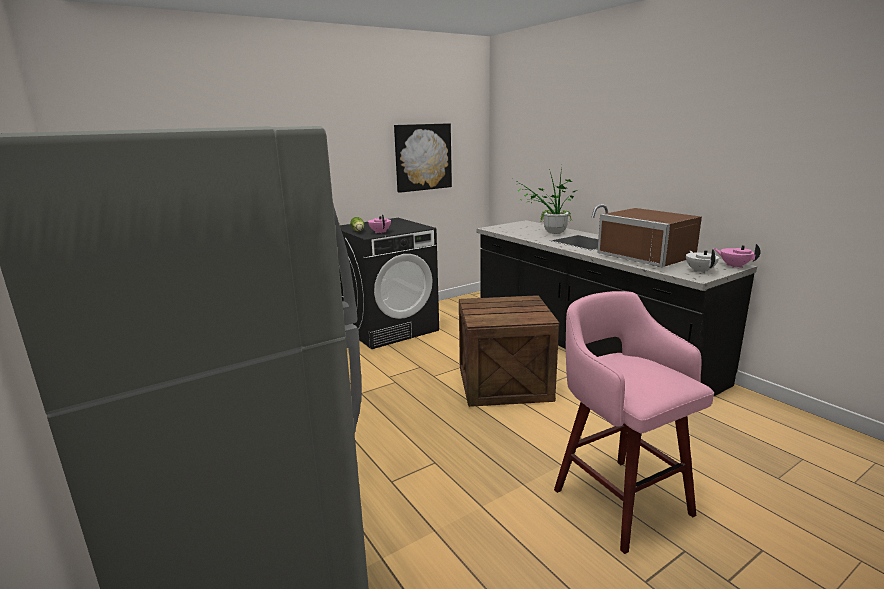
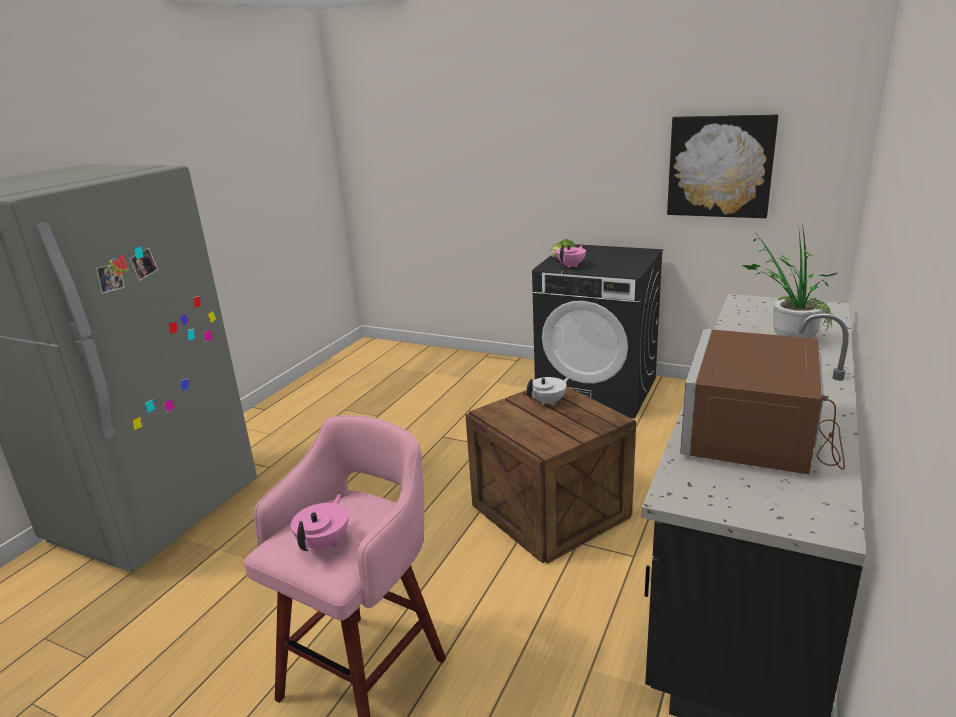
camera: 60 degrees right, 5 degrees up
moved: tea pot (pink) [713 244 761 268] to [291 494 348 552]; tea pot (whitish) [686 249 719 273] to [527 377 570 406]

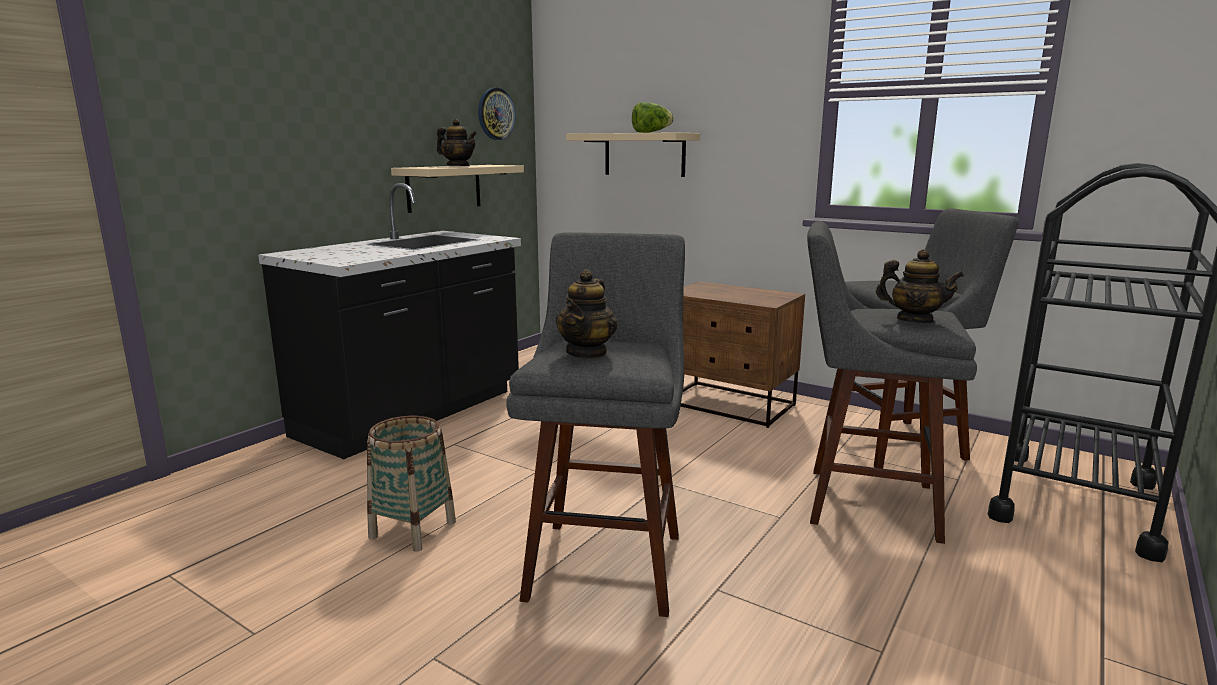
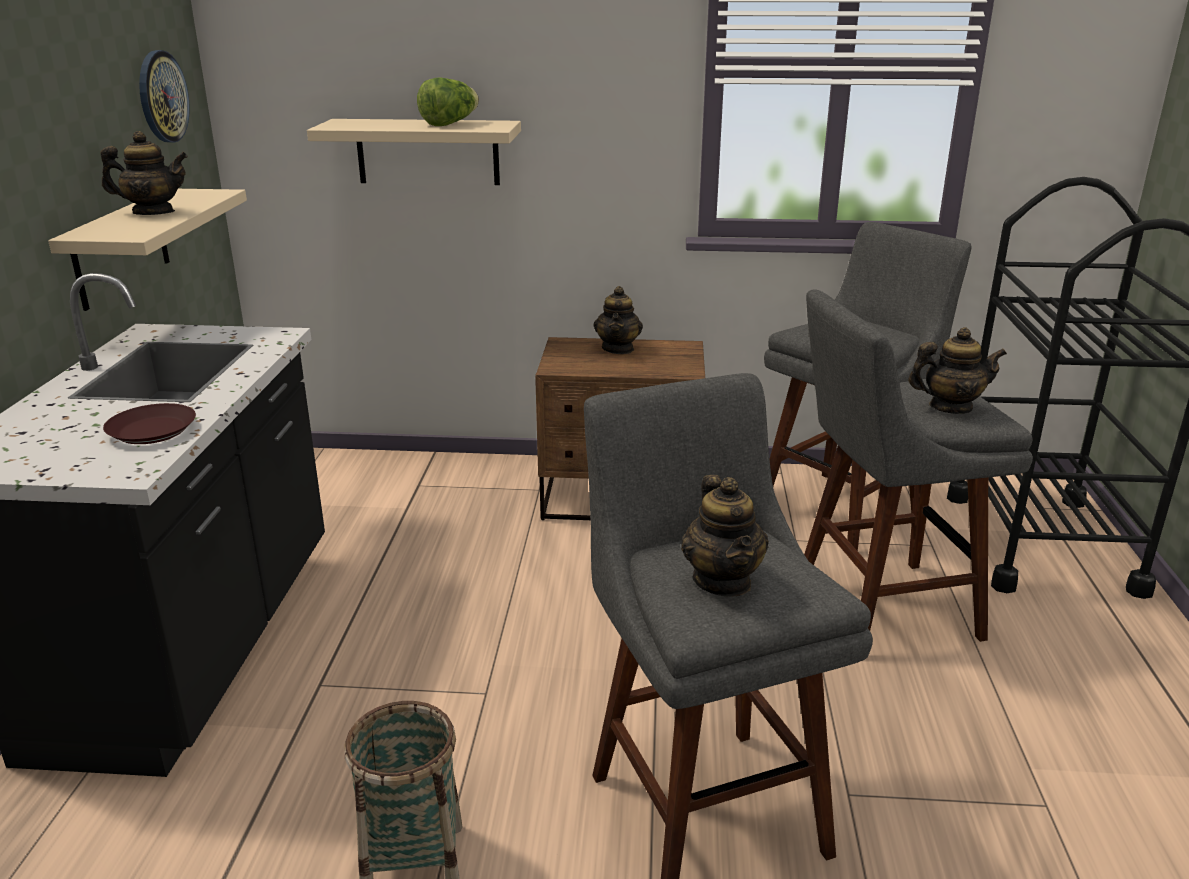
camera: 30 degrees left, 10 degrees up
added: tea pot [594 286 643 354]; dinner plate (brownish) [103 403 196 444]

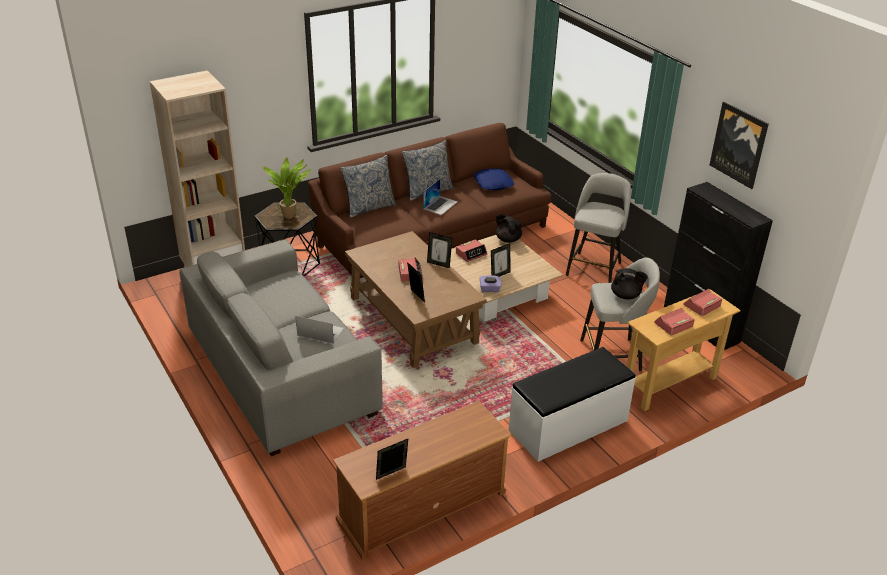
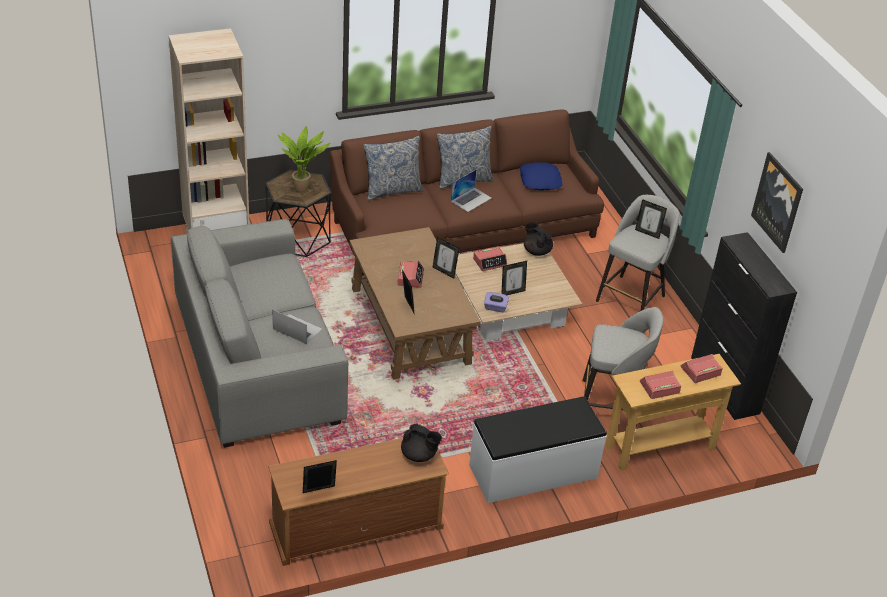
camera: 10 degrees right, 5 degrees up
added: standing frame [635 199 667 239]
moved: tea pot (black-coloured) [611 268 648 299] to [401 424 442 462]

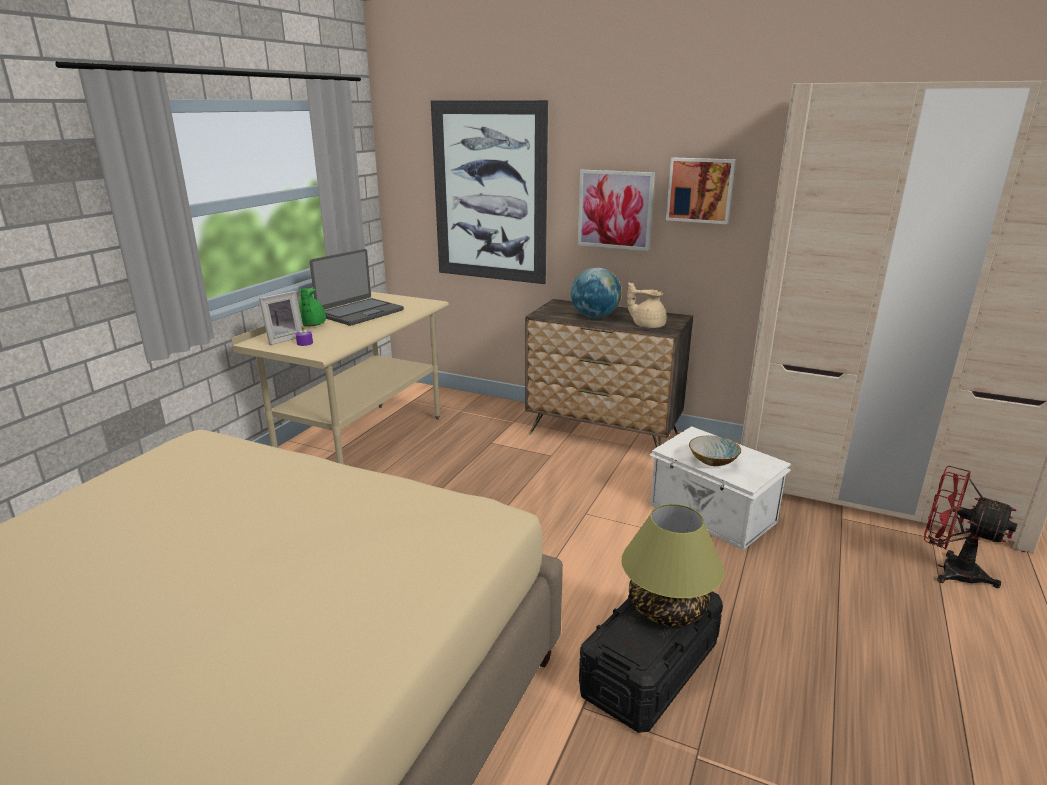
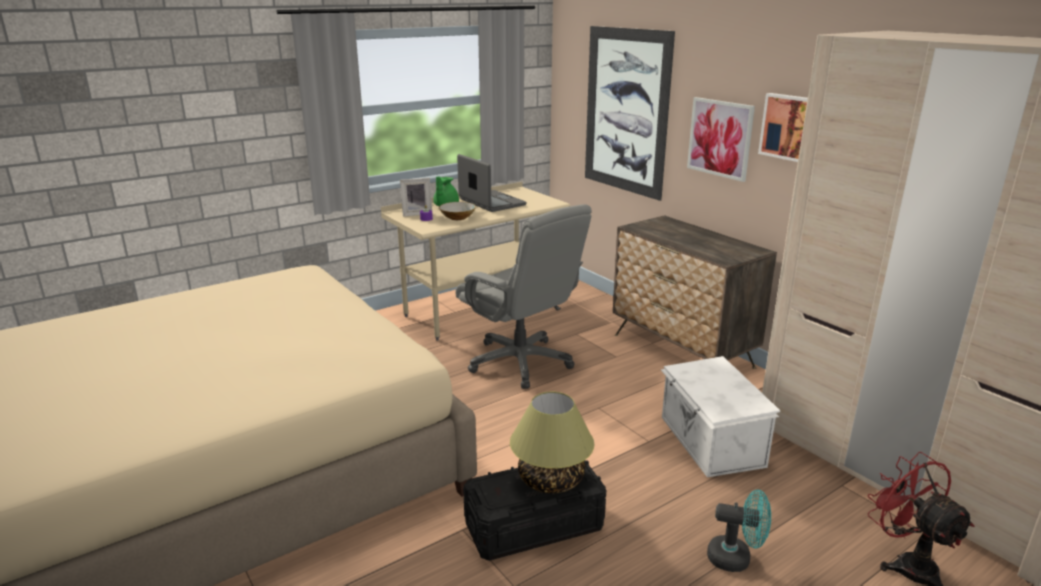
camera: 30 degrees right, 0 degrees up
removed: world globe [571 267 621 318]; tea pot (beige) [627 282 667 328]
added: desk chair (gray) [455 204 592 389]; electric fan (turquoise-coloured) [707 490 771 572]
moved: bowl [689 436 741 466] to [439 202 476 220]
turned: notebook computer [309 249 404 326] = [457 154 526 212] 105 degrees counterclockwise

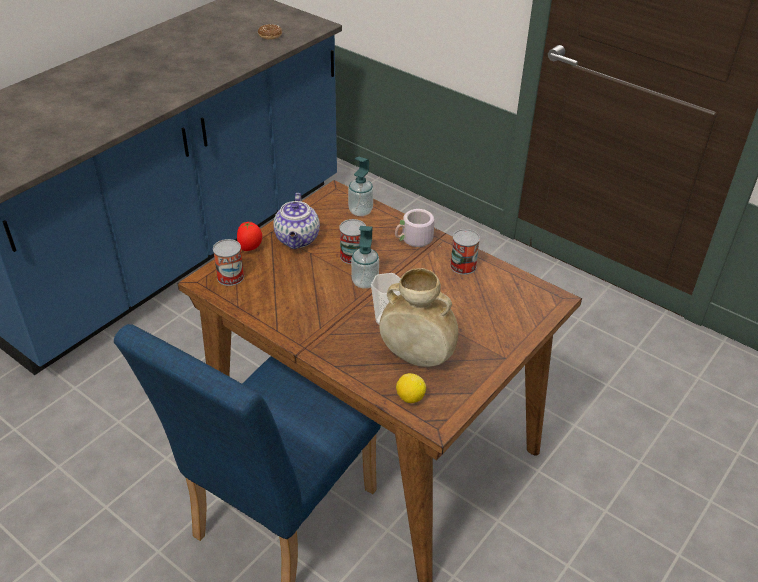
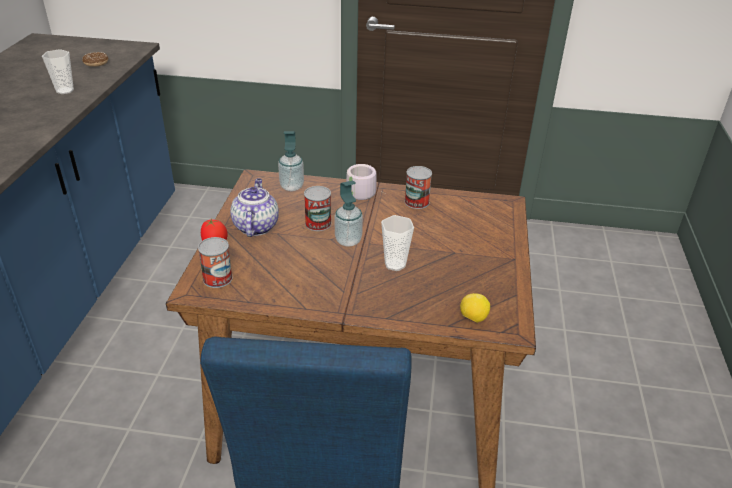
camera: 30 degrees left, 5 degrees down
removed: vase (beige) [379 268 458 367]
added: small cup [42 49 74 94]
turned: tea pot [273 193 320 249] = [230 178 279 237] 150 degrees counterclockwise

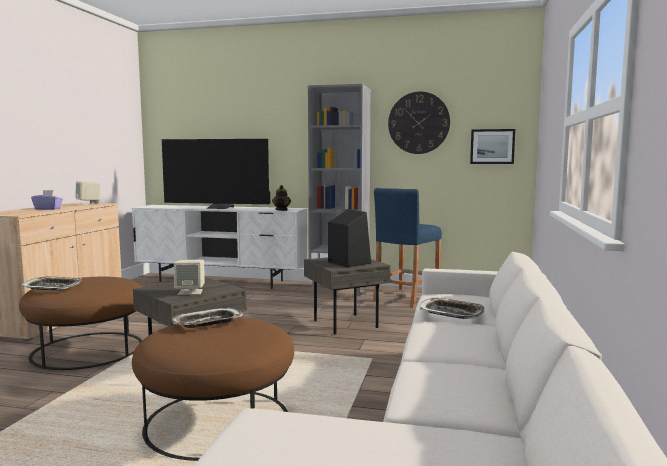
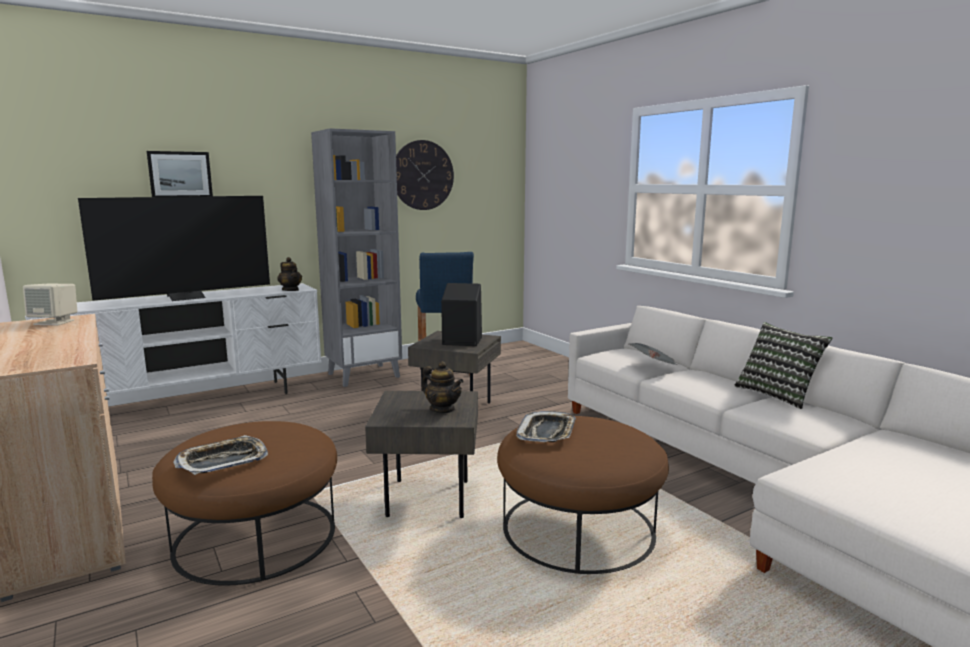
camera: 45 degrees left, 5 degrees up
removed: tissue holder (purple) [31 190 63 210]
added: cushion [734 322 833 409]
moved: wall picture [470 129 515 164] to [147 151 213 197]
replaced: loudspeaker (beige) [174 260 205 295] to tea pot [422 361 464 413]; serving tray [420 298 485 319] to daily paper [629 343 678 365]

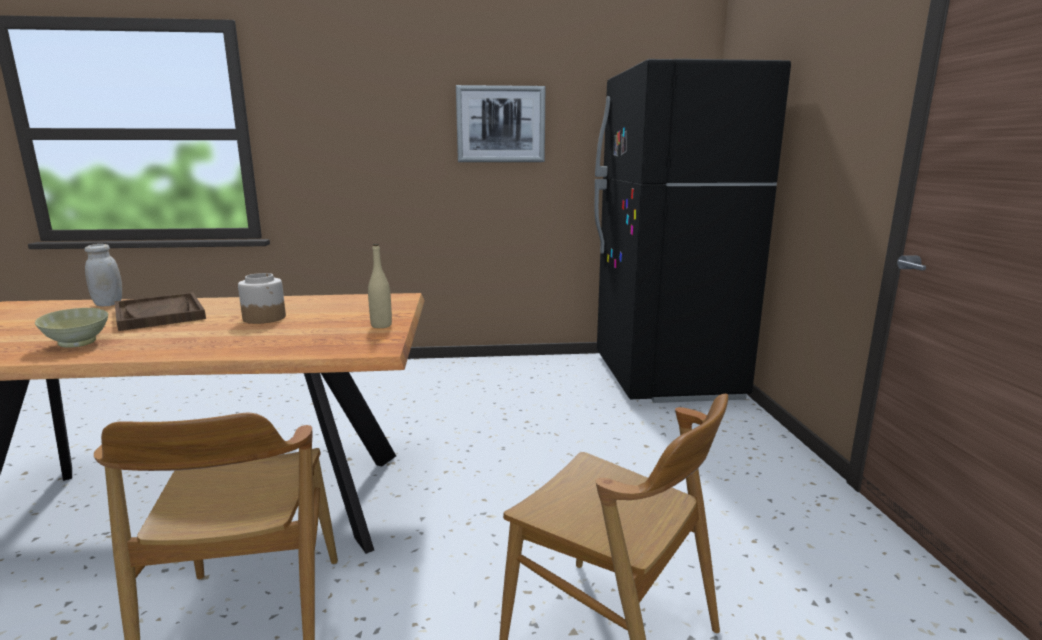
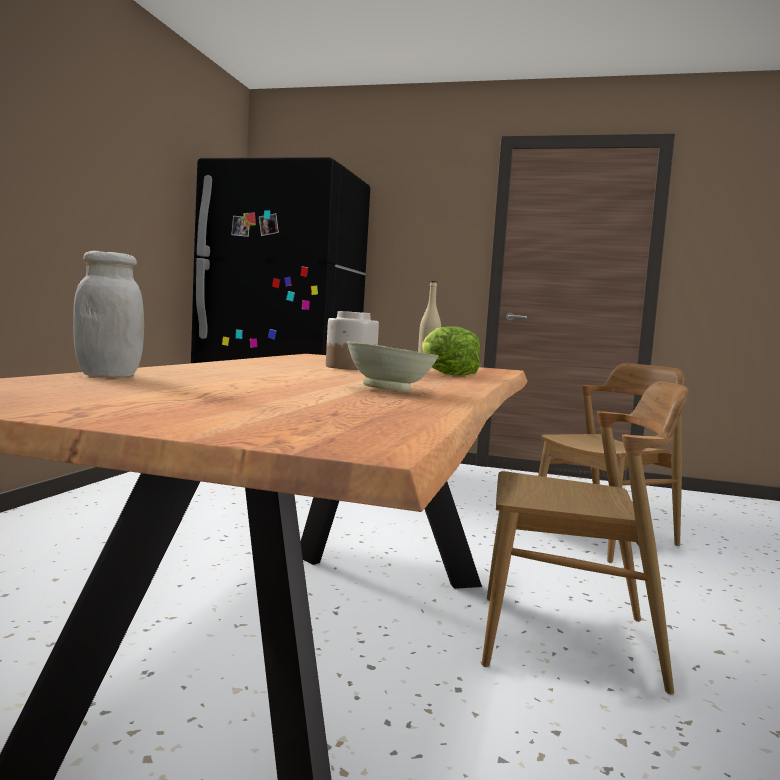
camera: 70 degrees left, 10 degrees down
removed: wall picture [456 85 545 162]; serving tray (brownish) [115 292 206 331]
added: head of lettuce [422 327 481 376]

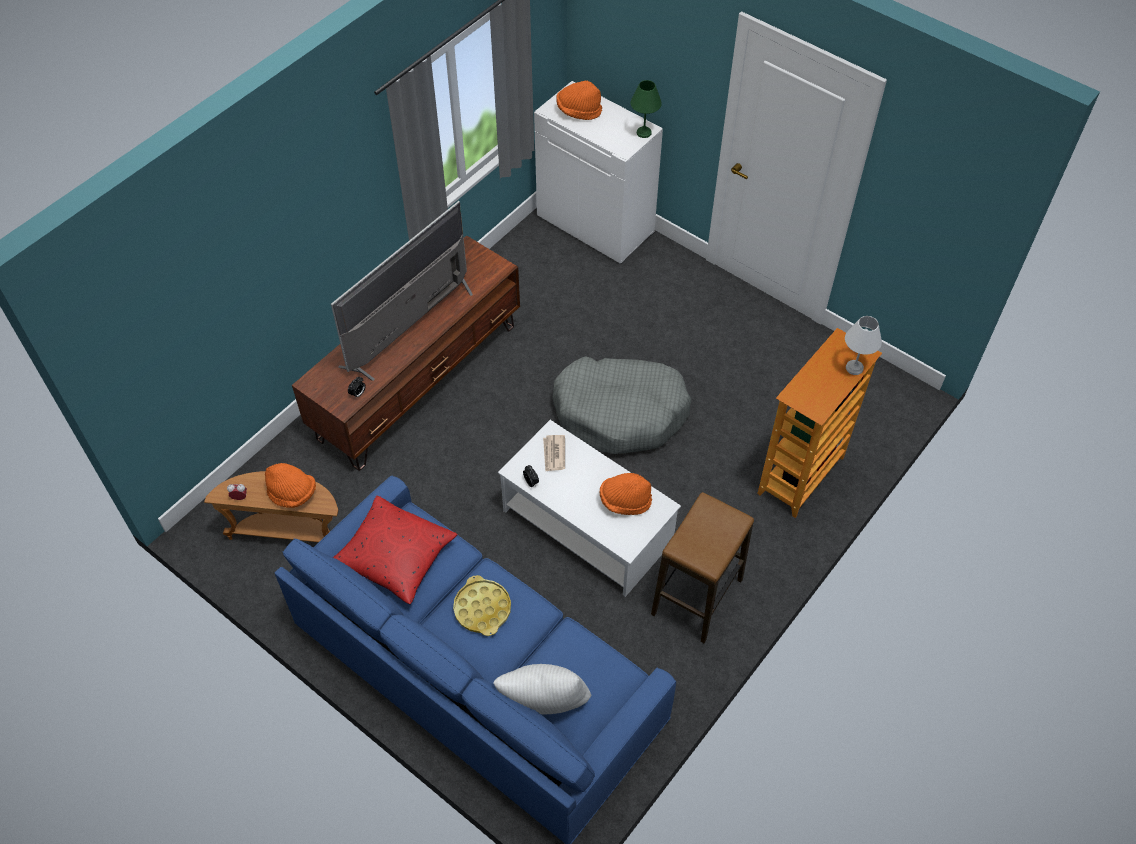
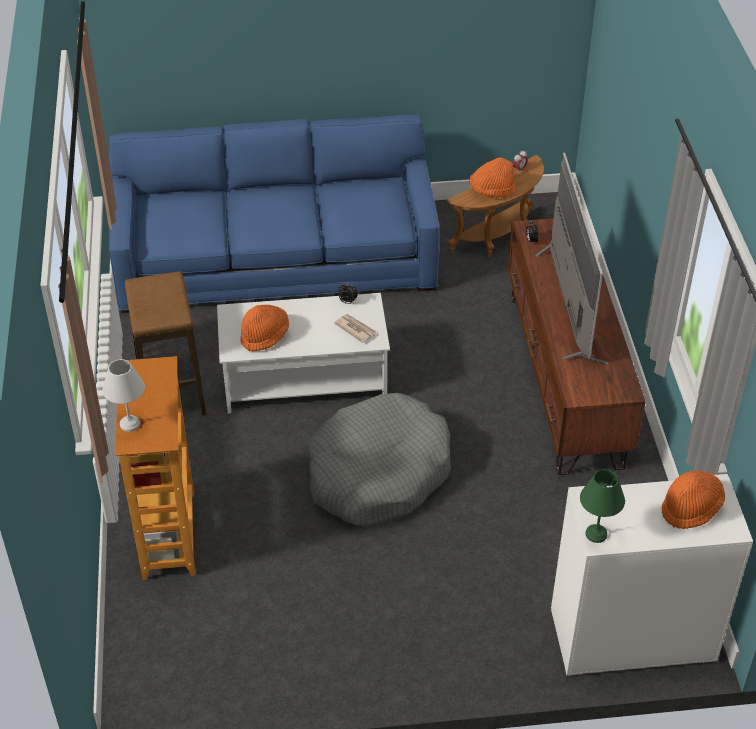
camera: 135 degrees right, 10 degrees down
removed: cushion (reddish) [333 496 458 604]; serving tray (yellow) [453 575 511 636]; cushion (whitish) [493 664 591 714]

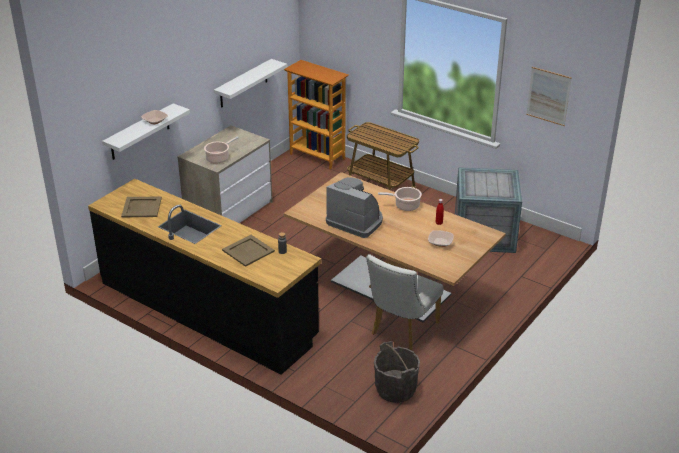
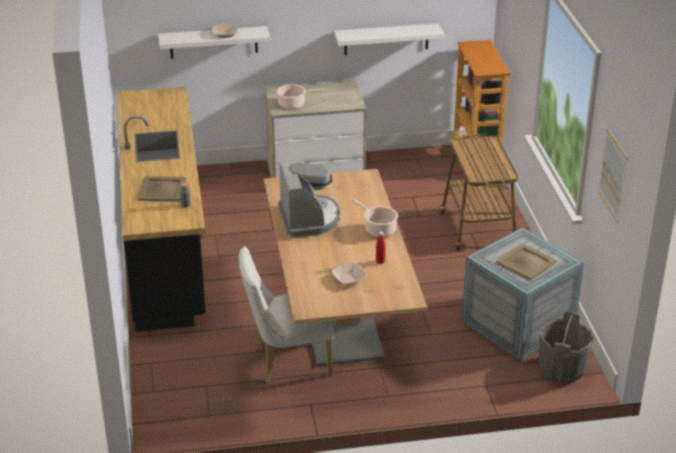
camera: 45 degrees right, 0 degrees up
moved: serving tray (beige) [121 196 162 217] to [496 243 557 281]; water bucket (gray) [374 341 420 403] to [539 312 594 383]

